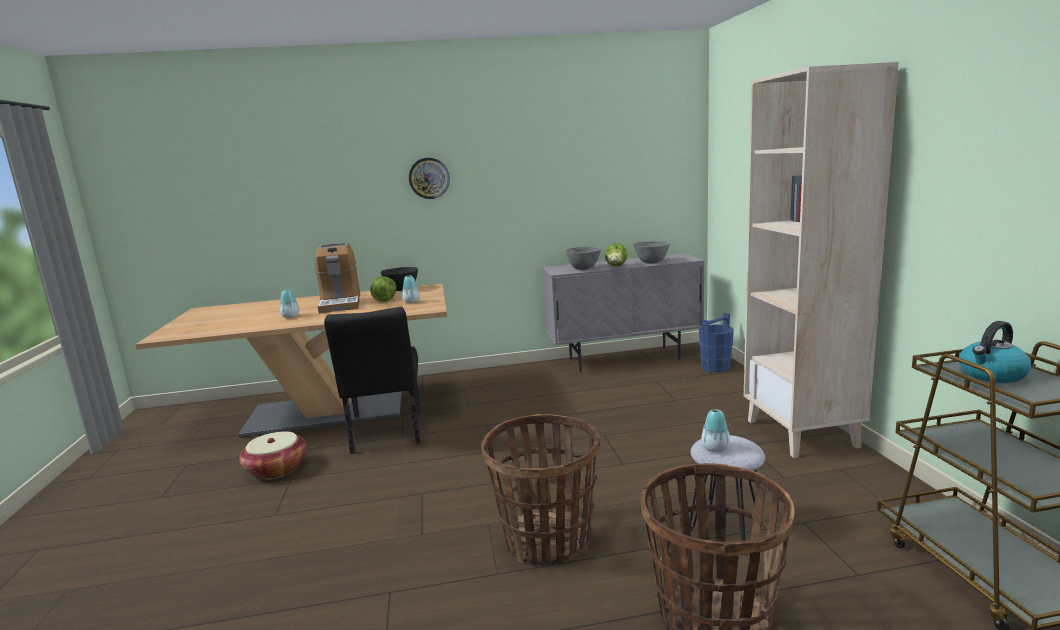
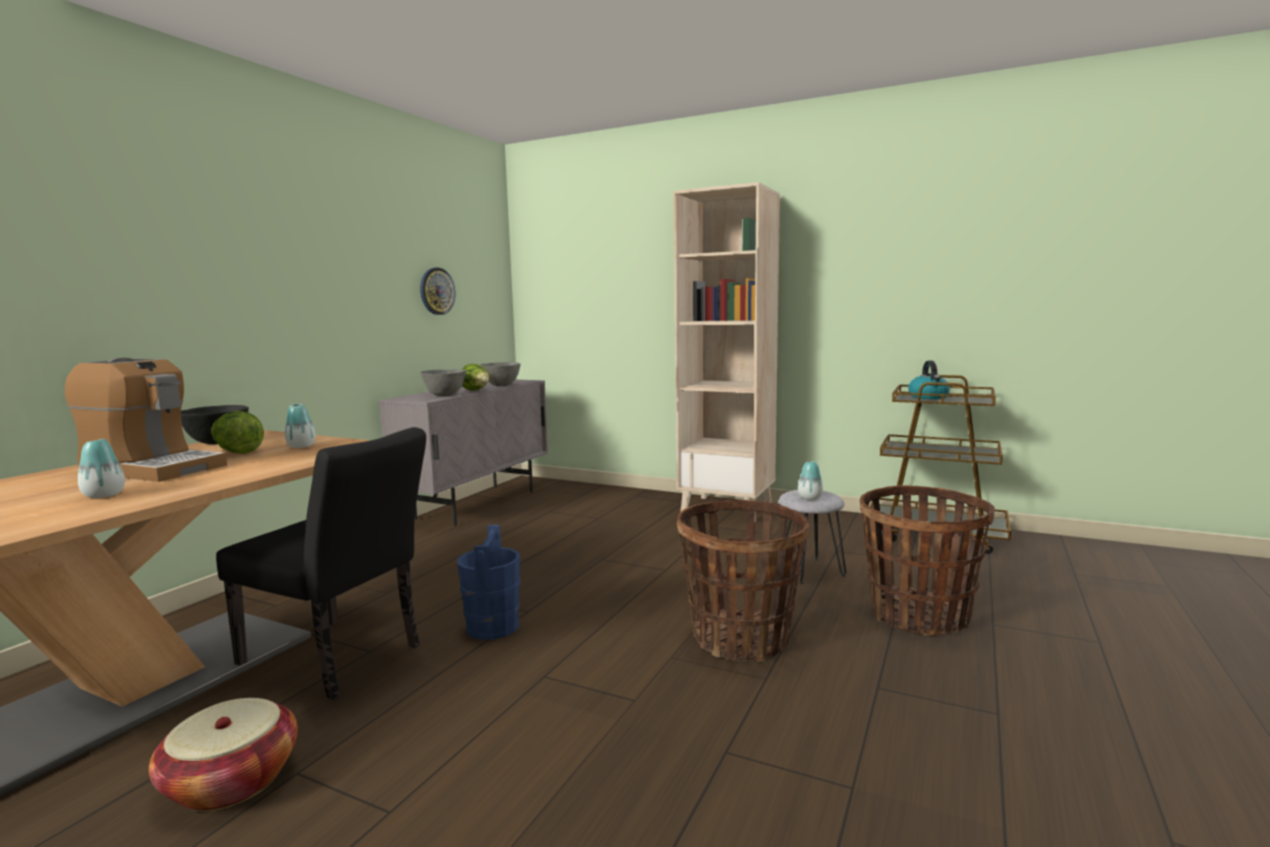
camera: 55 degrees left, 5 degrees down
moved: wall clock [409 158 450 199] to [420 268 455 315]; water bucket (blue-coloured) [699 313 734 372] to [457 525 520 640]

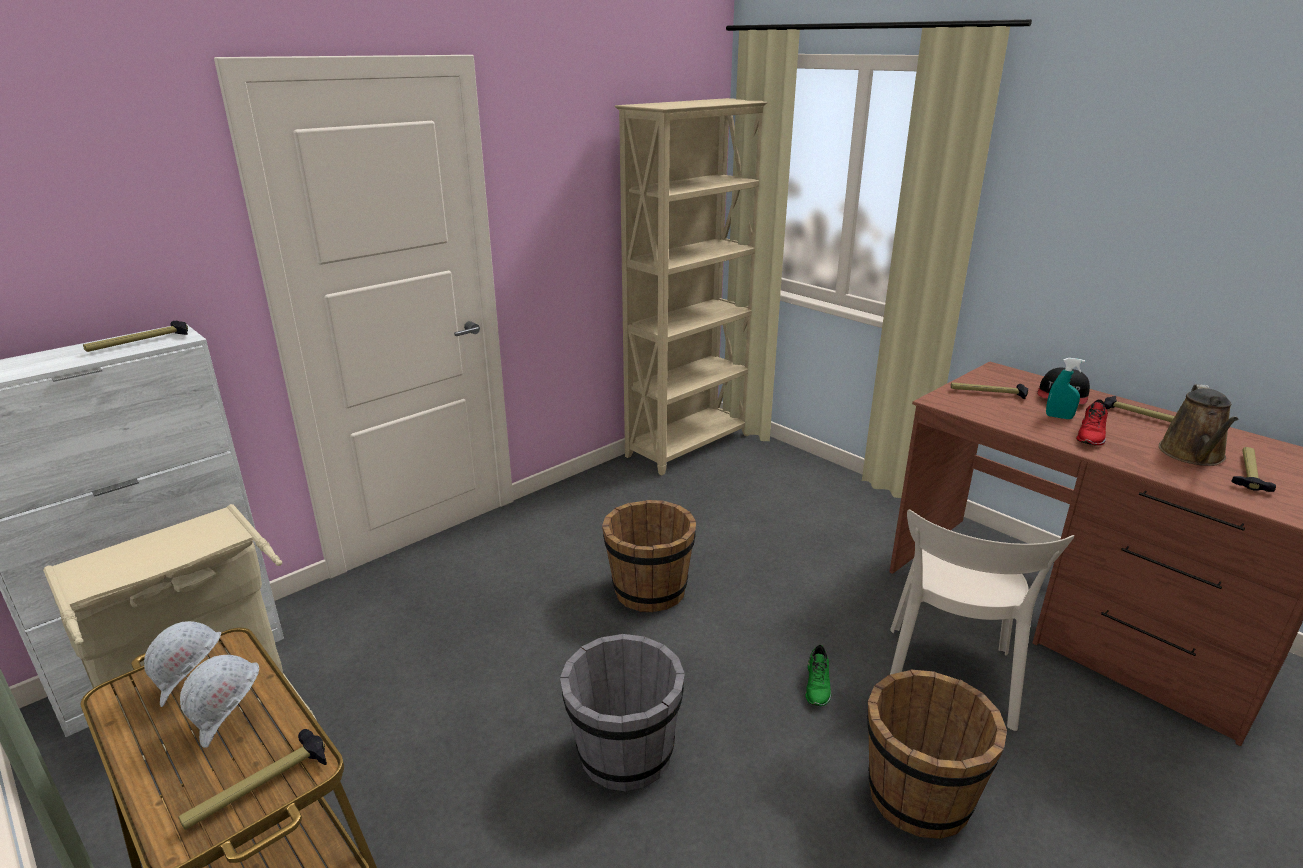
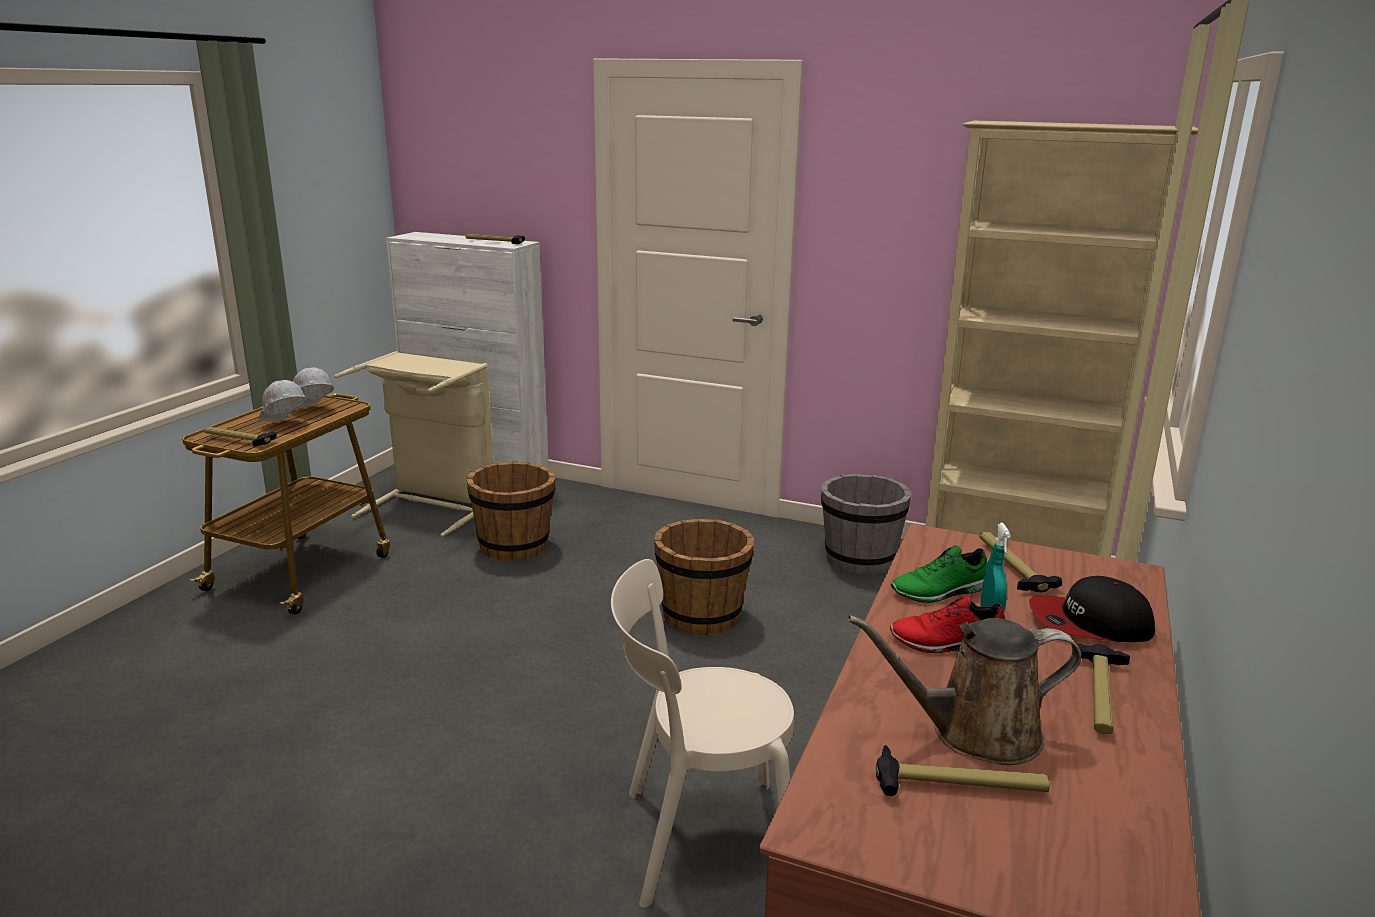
camera: 65 degrees right, 5 degrees down
moved: water bucket (gray) [560 634 685 791] to [821 474 911 575]; item of footwear (green) [805 645 831 706] to [891 545 987 603]; water bucket (brownish) [867 669 1007 839] to [466 462 556 561]

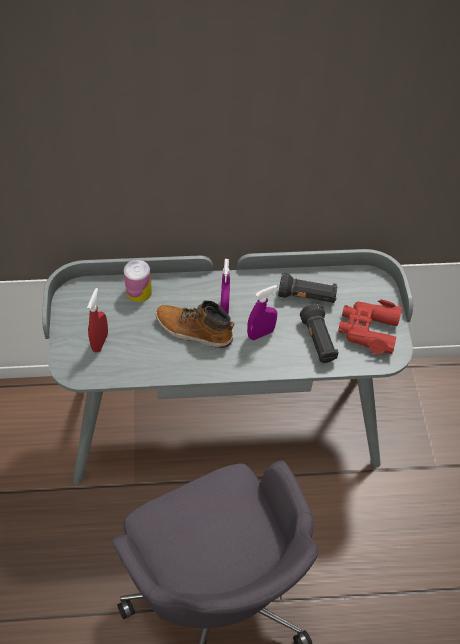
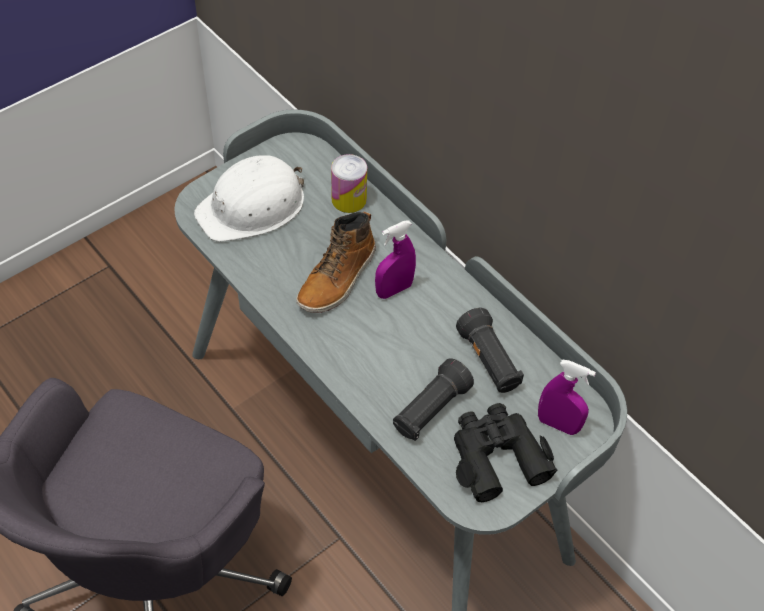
camera: 55 degrees right, 0 degrees up
moved: spray bottle (purple) [247 285 277 340] to [538 359 596 435]
replaced: spray bottle (reddish) [87 288 108 352] to safety helmet (whitish) [194 155 304 242]
recoloured: binoculars (reddish) [338 300 402 354] to binoculars (black-coloured) [454 403 558 502]
turned: tall boot [156 300 234 348] = [296 212 376 313] 135 degrees counterclockwise

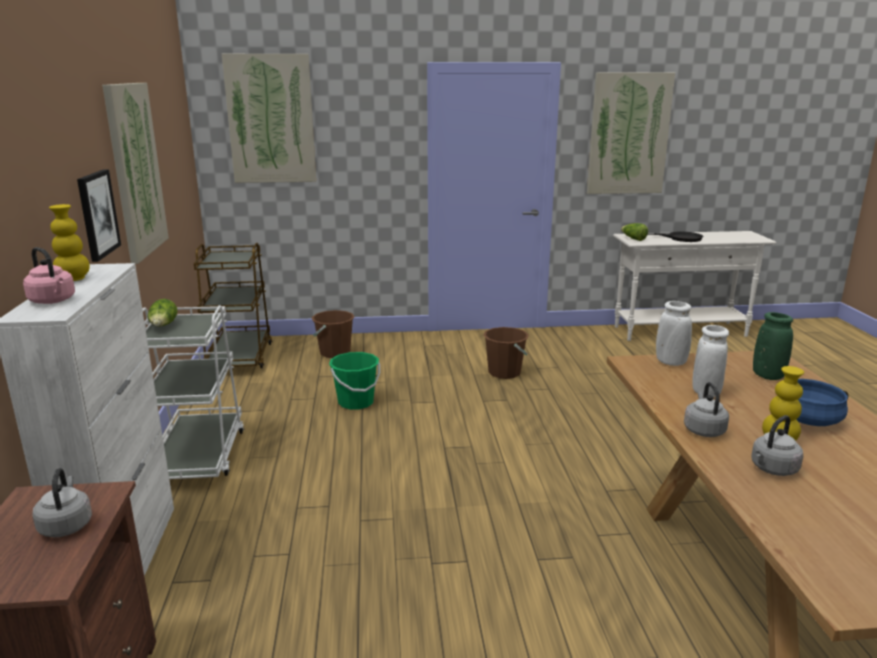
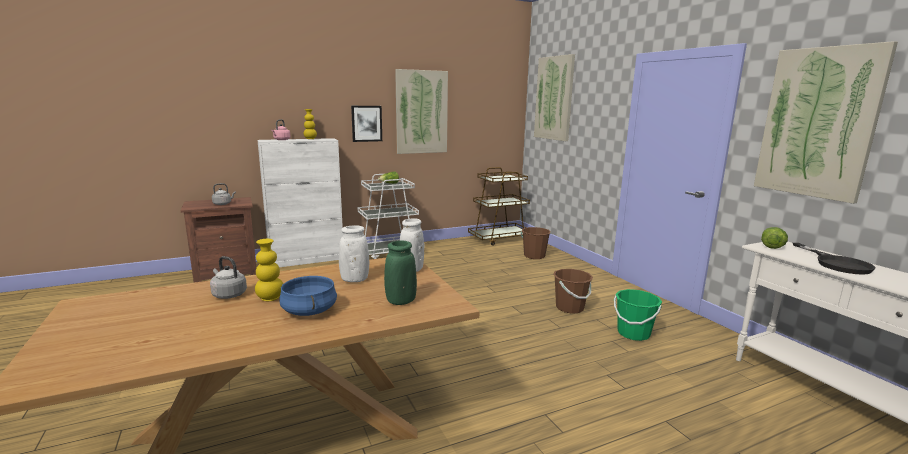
camera: 70 degrees right, 5 degrees down
removed: kettle (gray) [684 382 729 437]
moved: water bucket (green) [329 352 380 410] to [614 289 662 341]

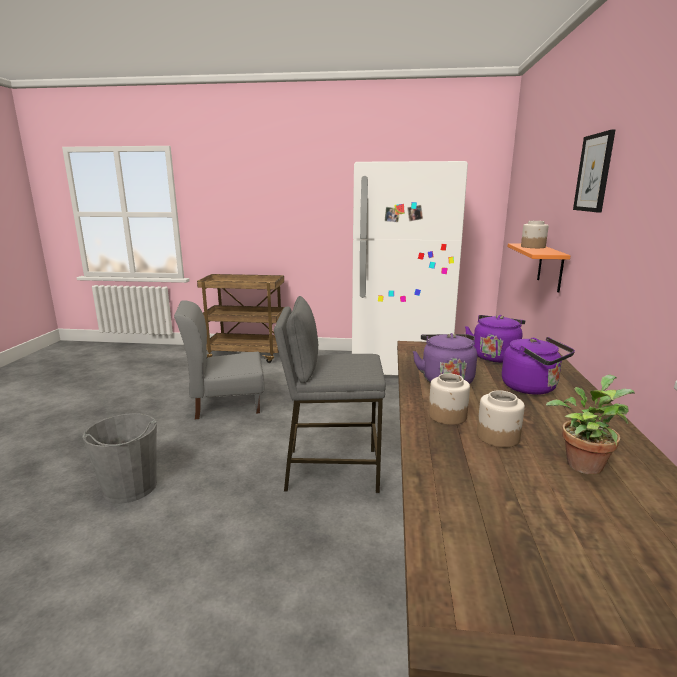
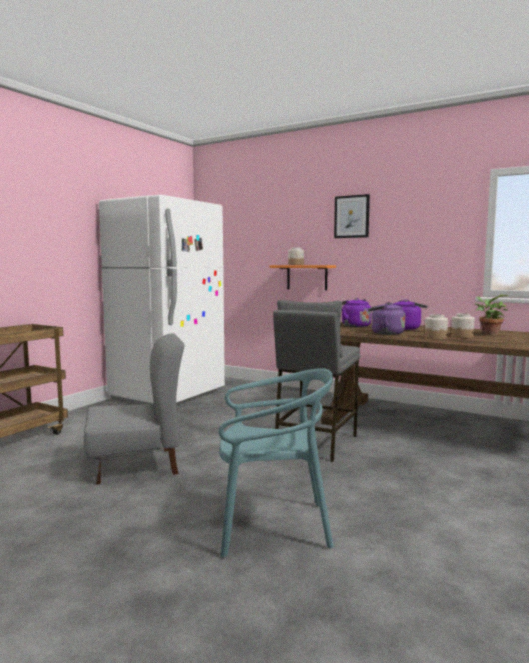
camera: 65 degrees left, 10 degrees down
replaced: water bucket (gray) [82 413 157 504] to chair (turquoise-coloured) [219 368 334 557]
turned: chair (gray) [174 300 265 419] = [84 333 184 484] 120 degrees counterclockwise

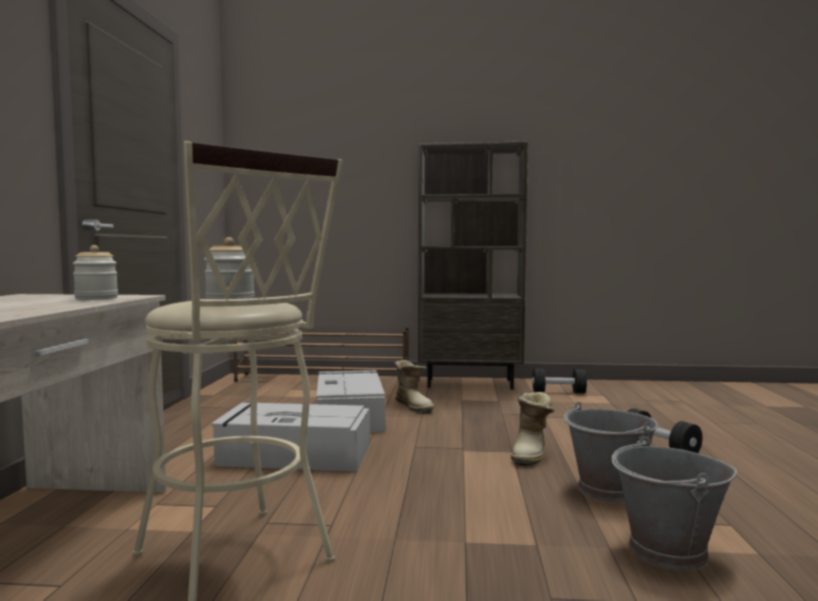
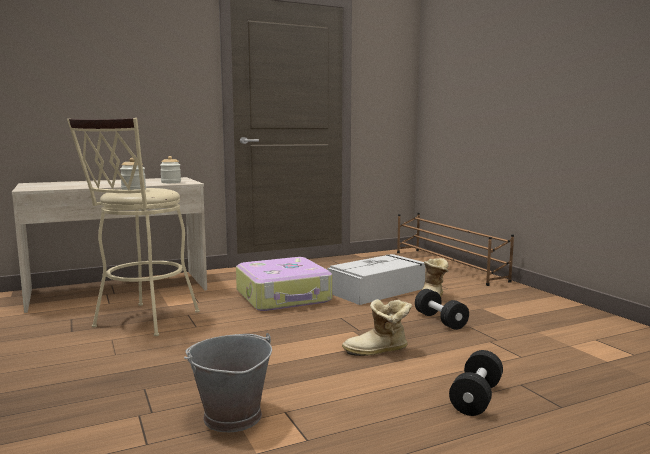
camera: 60 degrees right, 5 degrees up
removed: shelving unit (brownish) [418 142 528 389]; water bucket (gray) [564 402 658 502]
moved: dumbbell (black-coloured) [532 368 587 393] to [415 289 469 330]
replaced: storage bin (gray) [212 402 370 471] to suitcase [236 257 332 311]

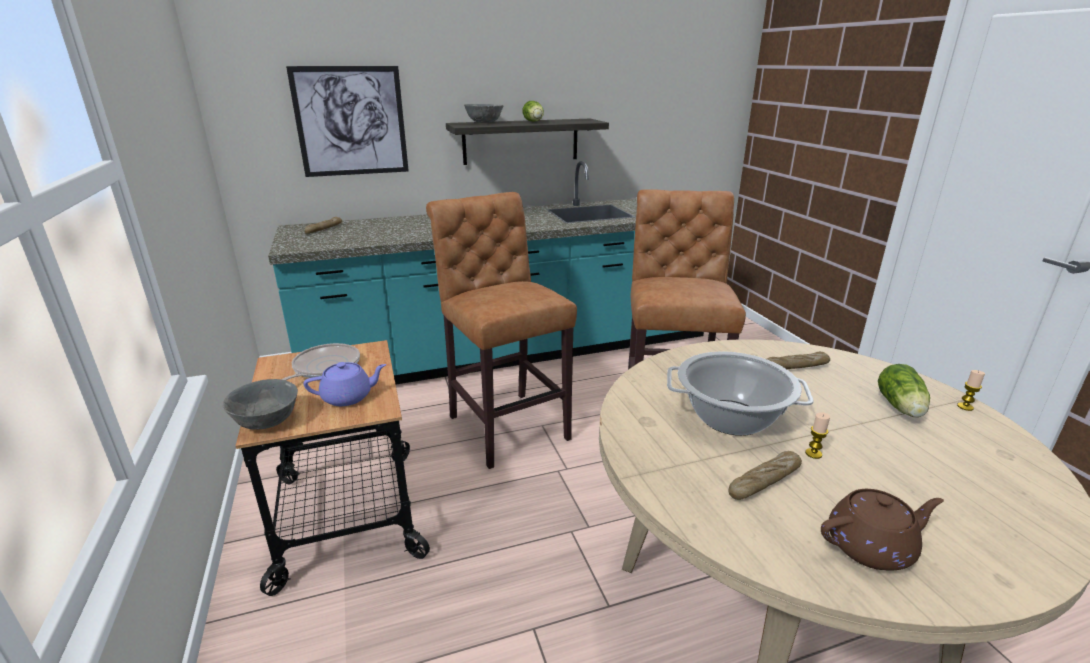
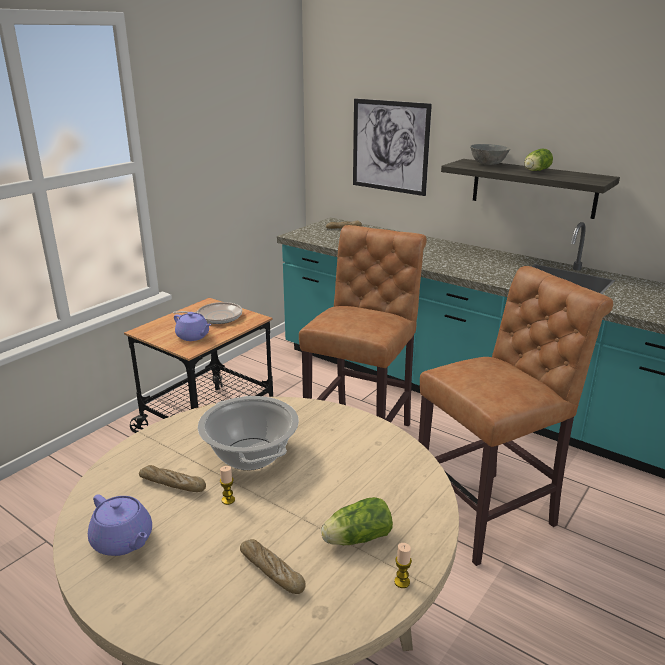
camera: 55 degrees right, 0 degrees up
removed: bowl (gray) [223 379 298 429]
moved: baked bread [767 352 830 369] to [240 539 305 594]
recoloured: tea pot (brownish) [821 489 944 571] to tea pot (purple) [88 494 152 556]

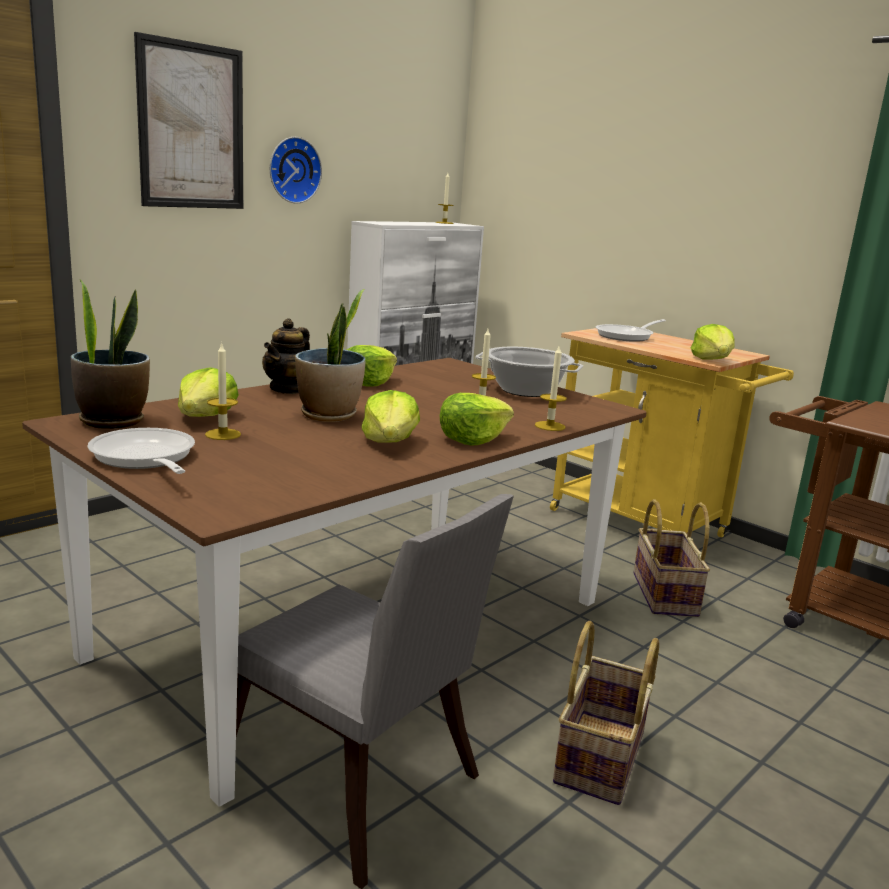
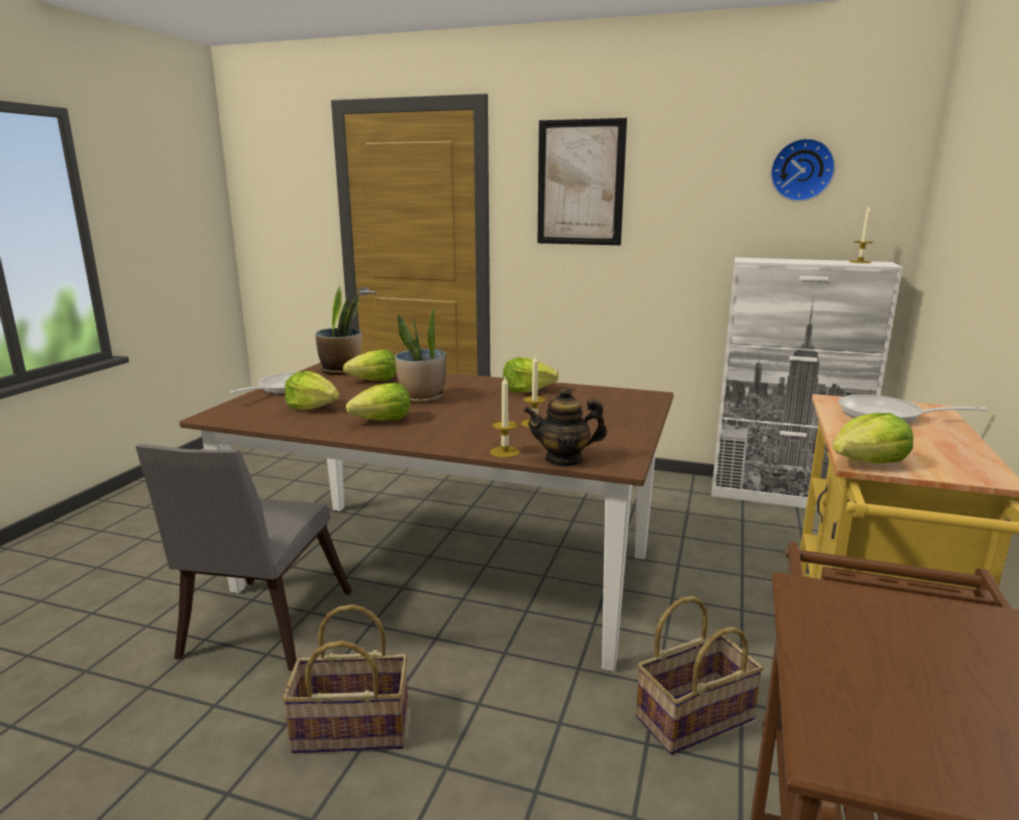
camera: 65 degrees right, 0 degrees up
removed: wax light [205 342 241 440]; cooking pot [475 347 583 397]
moved: wall clock [270 137 322 204] to [770 138 835 202]; tea pot [262 318 310 394] to [524 387 607 467]; head of lettuce [439 393 514 445] to [285 371 339 410]

